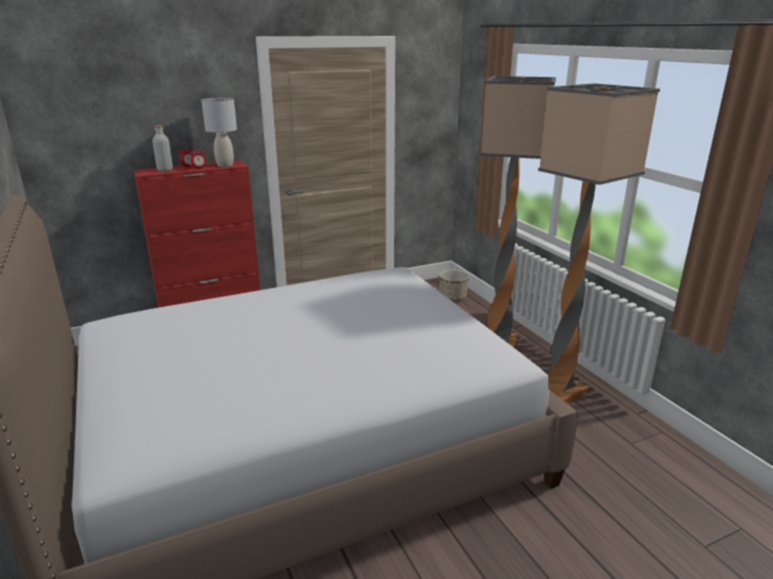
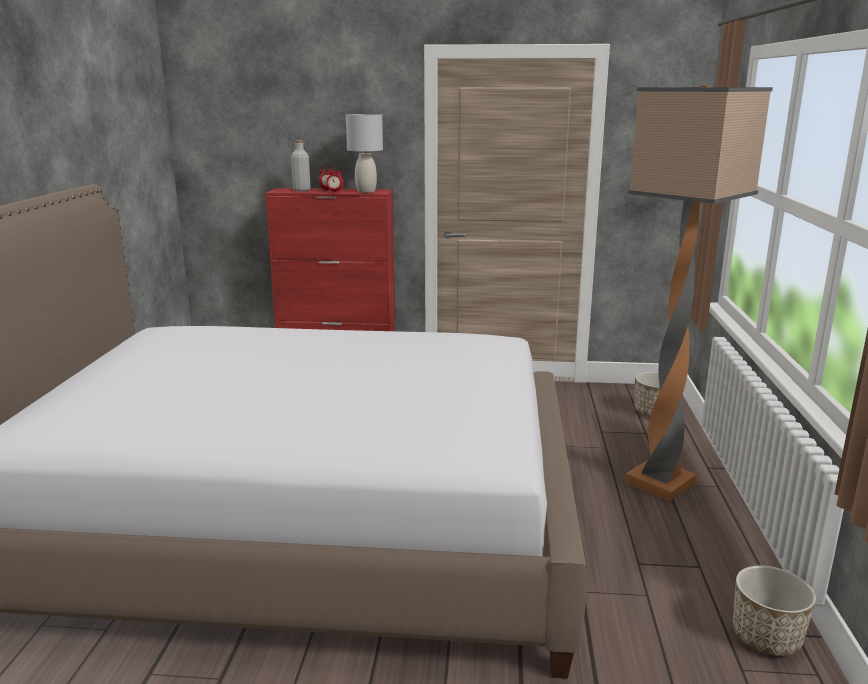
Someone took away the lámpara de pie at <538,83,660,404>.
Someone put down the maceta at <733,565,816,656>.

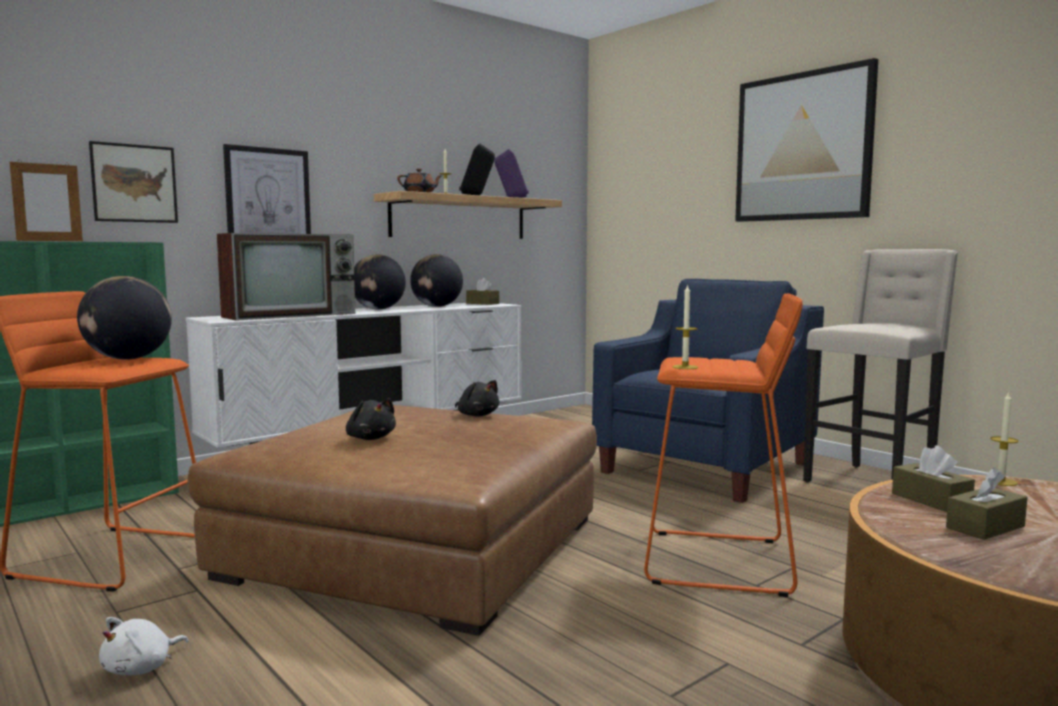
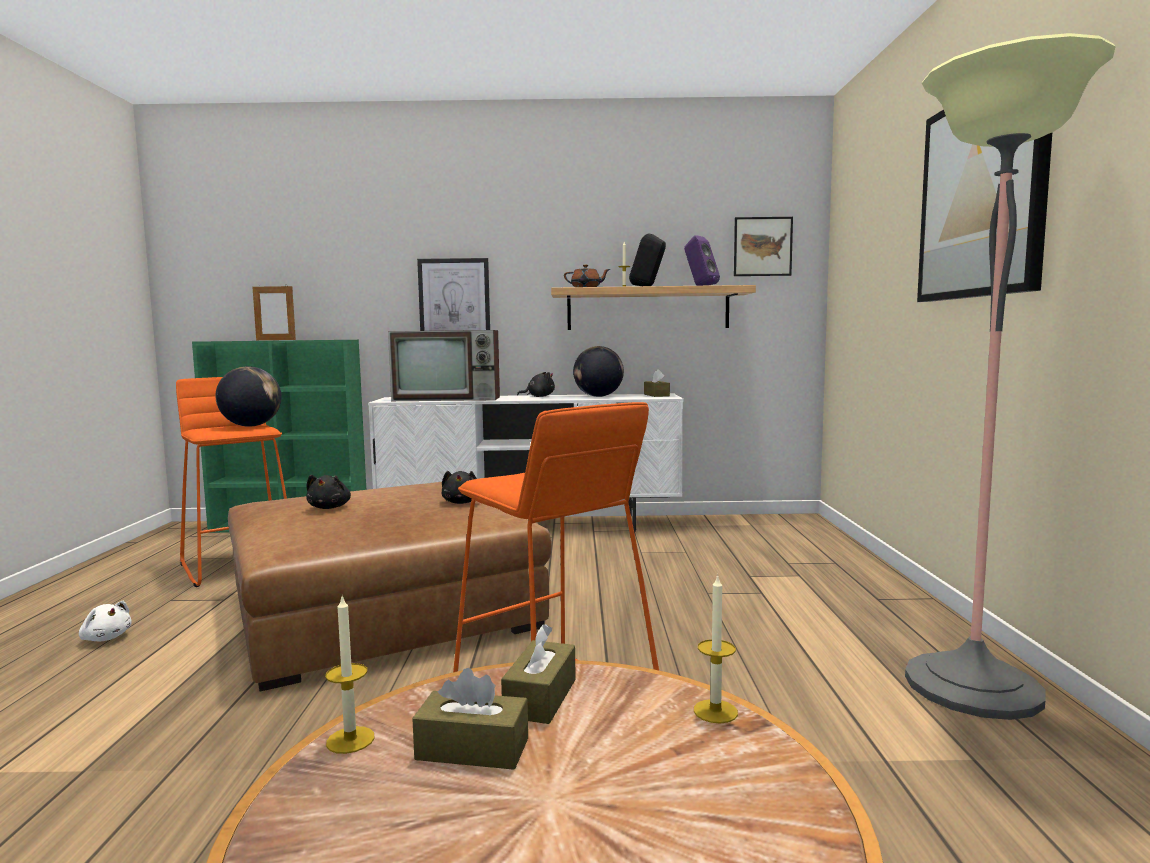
Someone took away the sillón [azul] at <592,279,824,503>.
Someone carried the cuadro from <89,141,178,223> to <734,217,793,276>.
Someone carried the vela from <672,284,698,369> to <326,594,375,754>.
Someone swapped the globo terráqueo at <354,254,406,309> for the peluche [negro] at <517,372,555,397>.
Someone swapped the taburete [beis] at <803,249,958,483> for the lámpara de pie at <905,33,1115,720>.
Someone rotated the peluche [blanco] at <99,617,189,675> by 135 degrees counterclockwise.

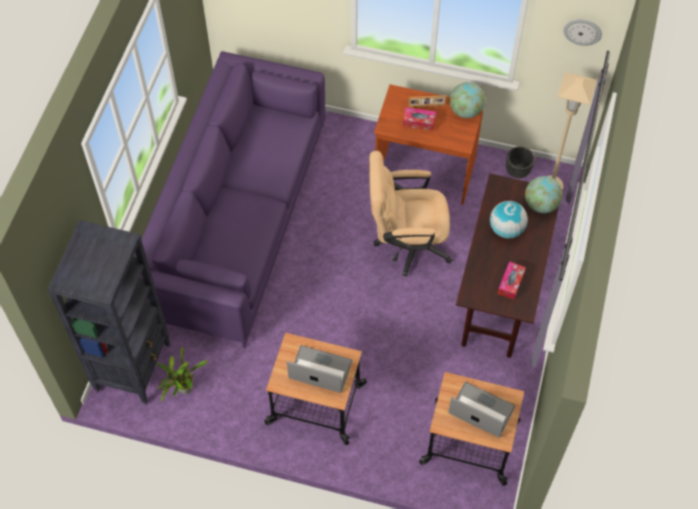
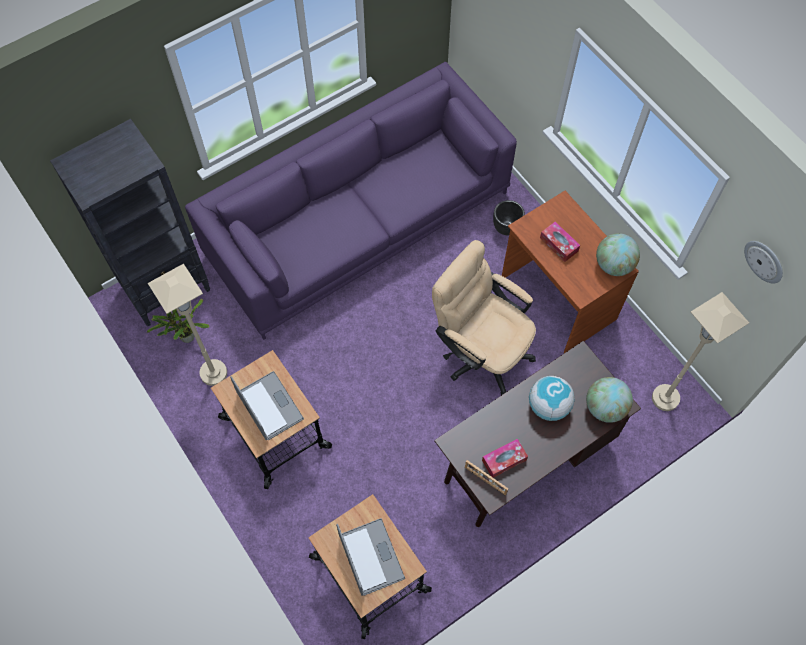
Someone put down the lámpara de pie [beis] at <148,264,227,386>.
Someone carried the portarretratos from <408,95,447,108> to <465,460,508,496>.
Someone carried the maceta [negro] from <506,146,535,179> to <493,200,525,235>.

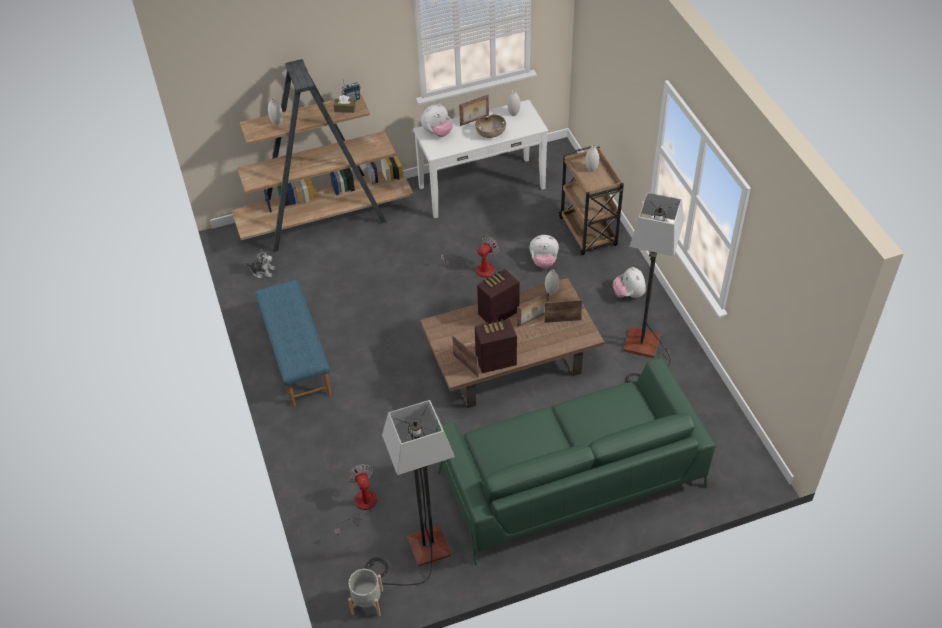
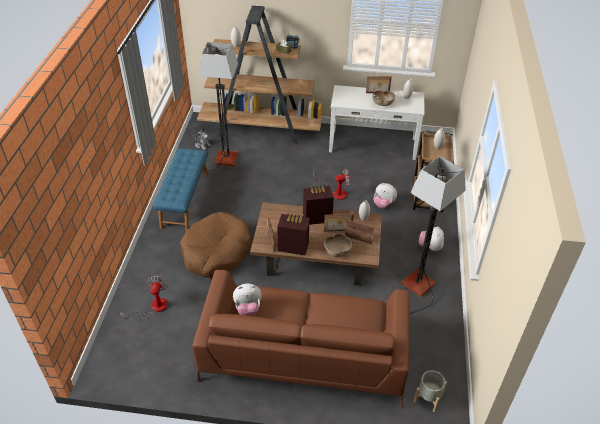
Someone put down the cama para perro [marrón] at <180,212,252,278>.
Someone put down the cuenco [marrón] at <324,234,352,257>.
Someone carried the maceta [gris] from <348,569,383,616> to <414,370,447,412>.
Someone carried the lámpara de pie from <365,400,455,586> to <198,42,238,171>.
Someone carried the peluche from <421,104,453,137> to <233,283,262,316>.
Someone repainted the sofá [verde] at <435,358,716,565>, which became the sofá [marrón] at <192,270,410,407>.

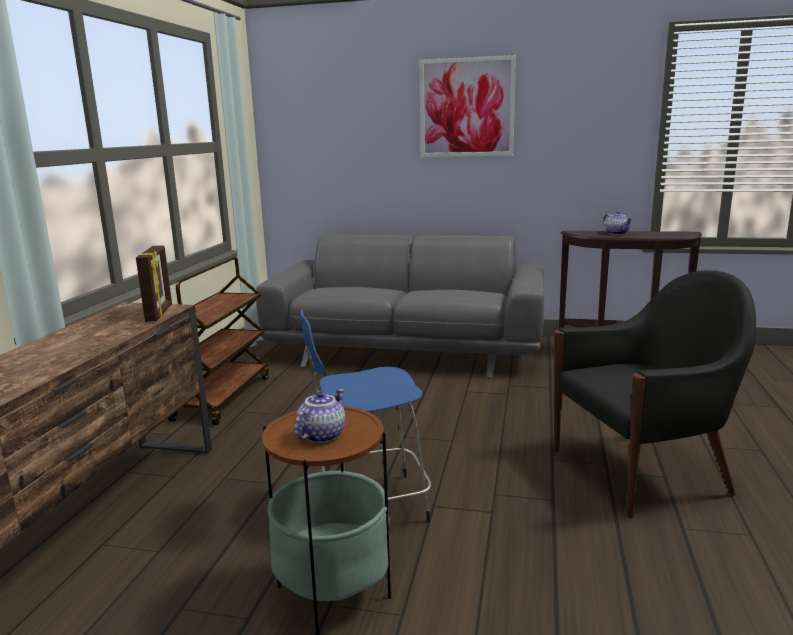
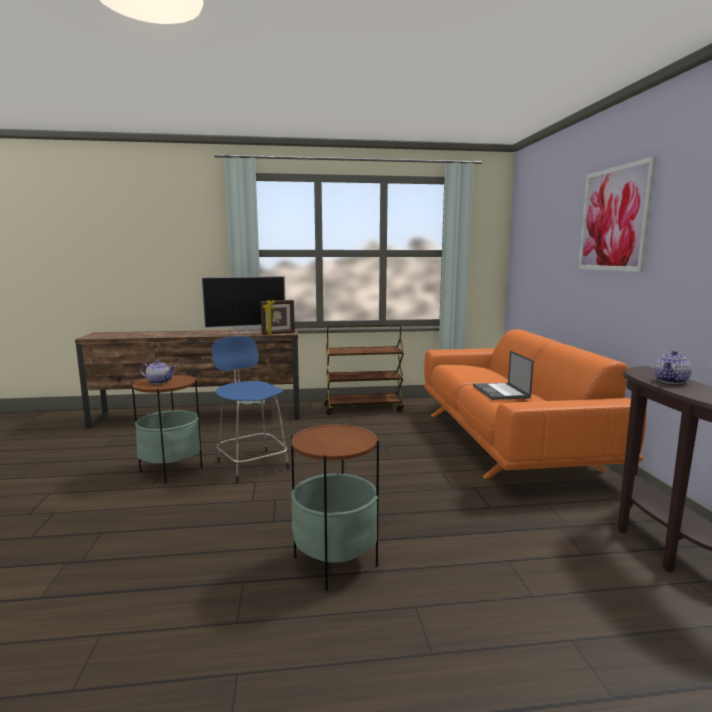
Someone put down the televisor at <201,276,285,334>.
Someone put down the portátil at <473,350,534,400>.
Someone swapped the sillón [negro] at <554,270,756,519> for the mesa auxiliar at <291,423,379,590>.
Someone repainted the sofá [gris] at <256,234,544,378>, which became the sofá [naranja] at <424,329,646,479>.

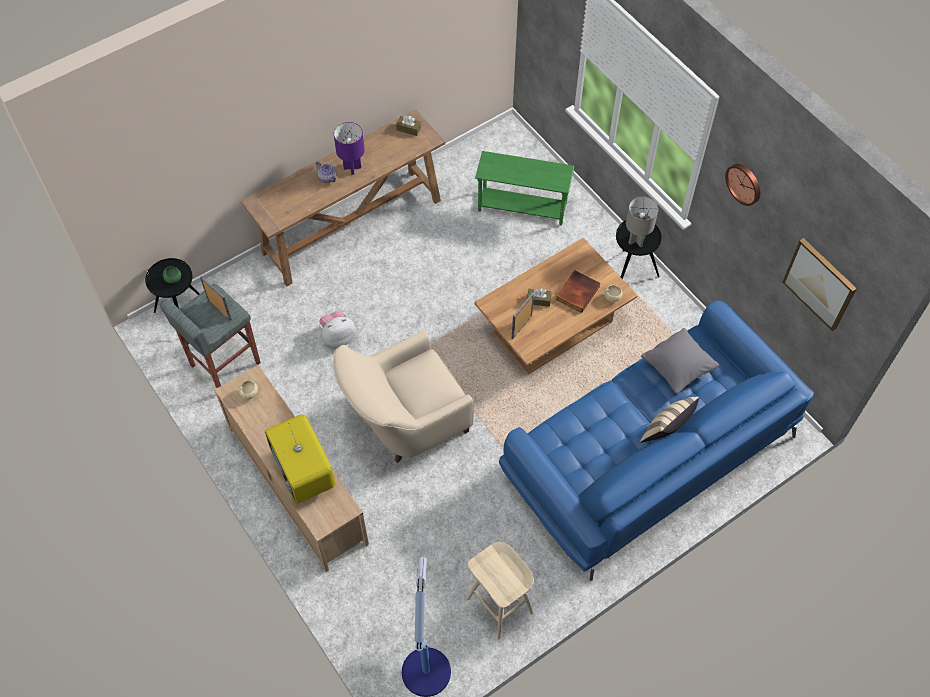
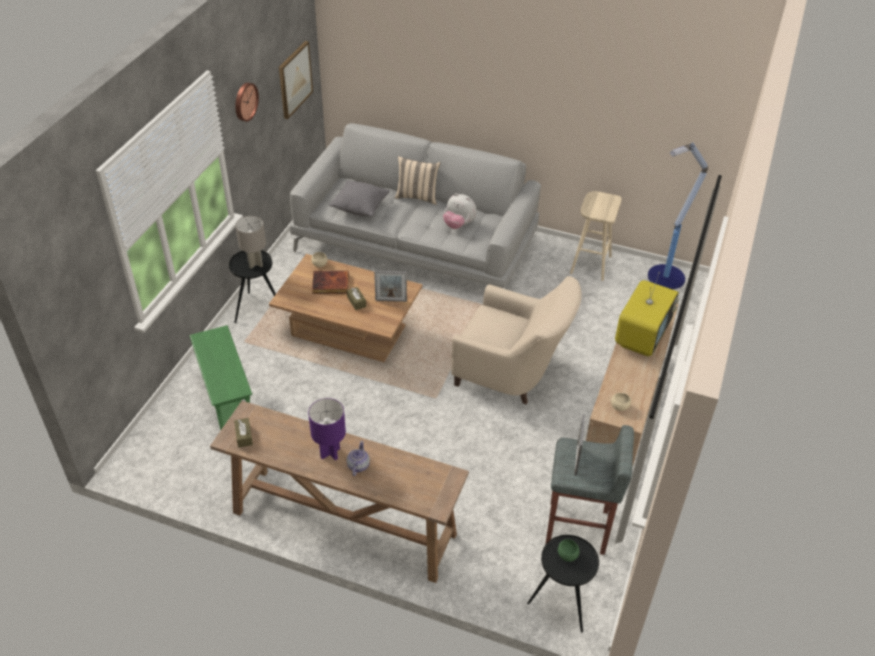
Someone carried the peluche from <319,311,355,347> to <443,193,477,229>.
Someone repainted the sofá [azul] at <499,301,814,581>, which became the sofá [gris] at <290,123,541,288>.

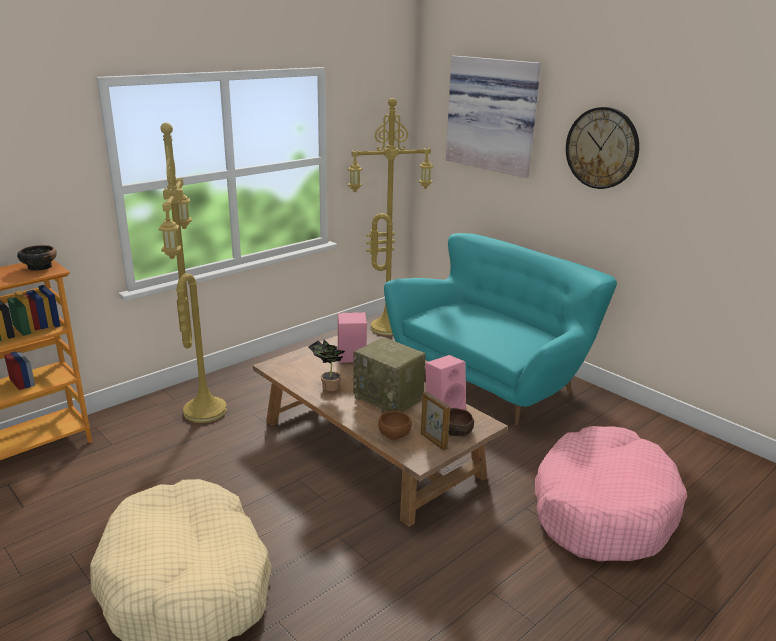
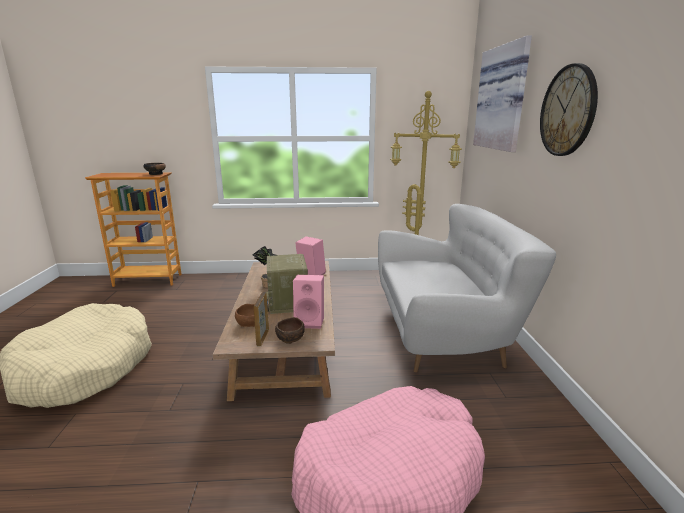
Someone took away the lámpara de pie [amarillo] at <159,123,227,423>.
Someone repainted the sofá [turquesa] at <384,233,617,426>, which became the sofá [blanco] at <378,204,556,372>.

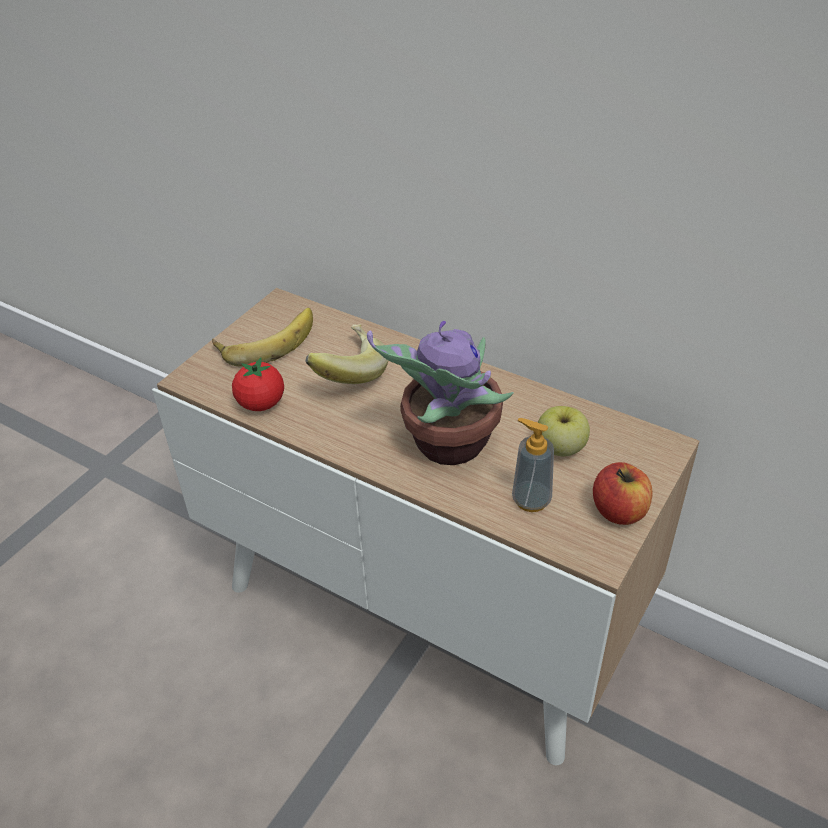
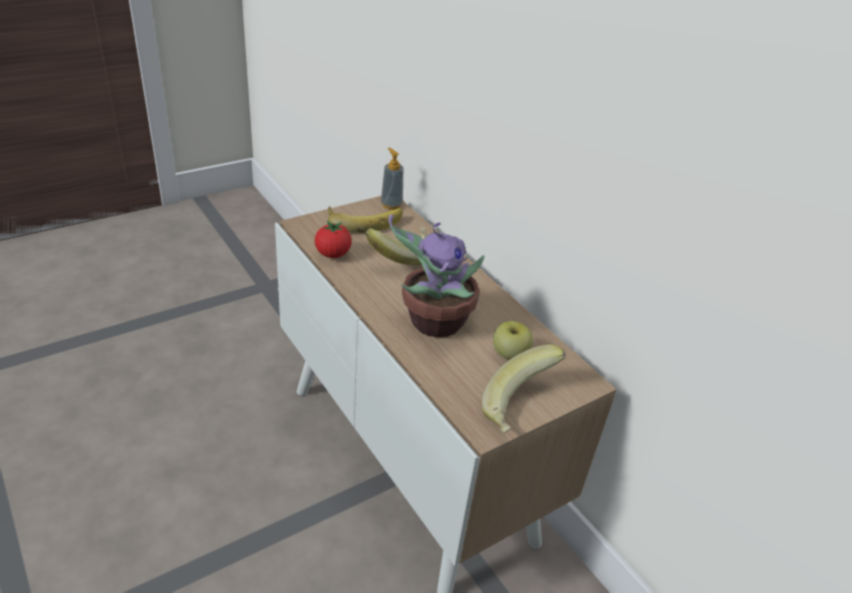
Someone carried the dispensador de jabón from <512,418,554,512> to <381,148,403,210>.
Someone swapped the manzana at <593,462,653,525> for the plátano at <481,344,565,433>.

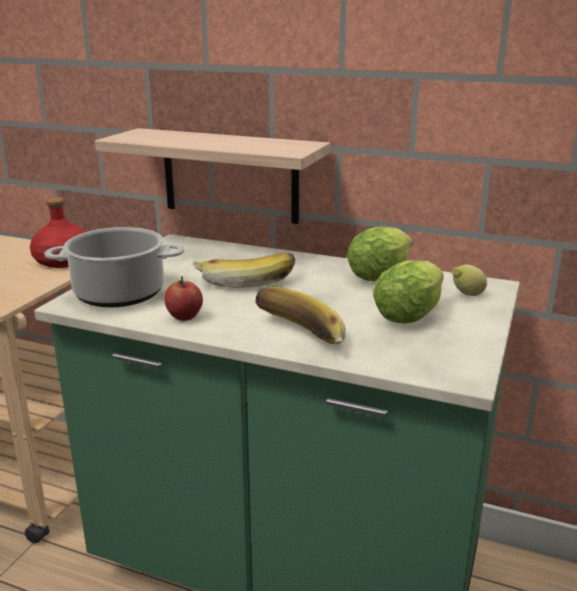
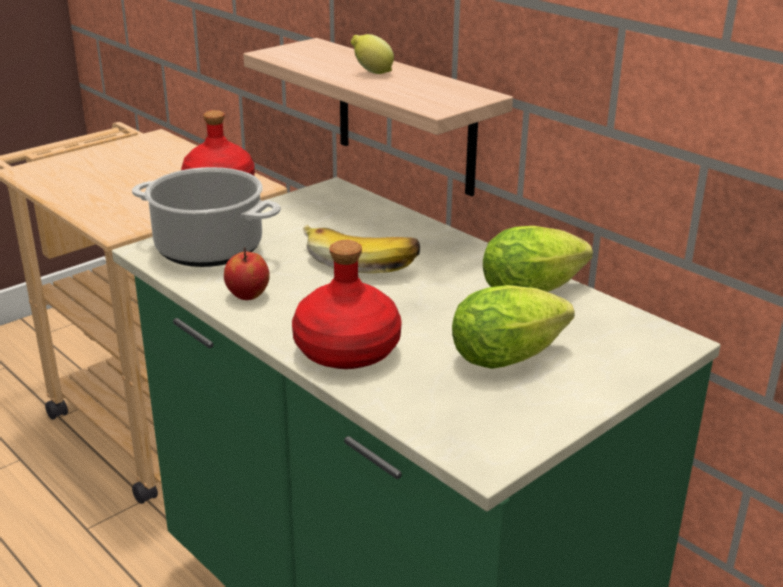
Someone carried the limón from <452,265,487,296> to <351,34,394,74>.
Someone swapped the plátano at <255,287,346,345> for the botella [rojo] at <292,240,402,369>.

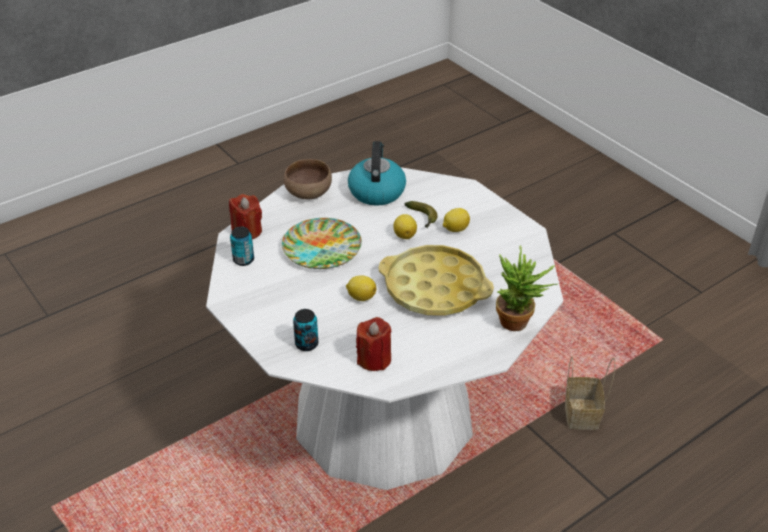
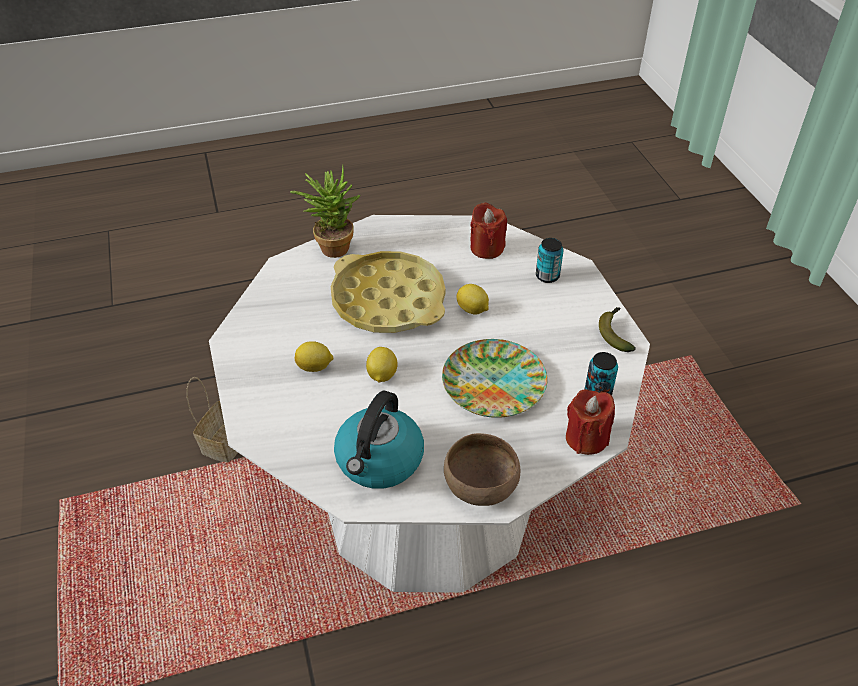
Someone carried the plátano from <404,201,438,228> to <599,307,636,352>.

